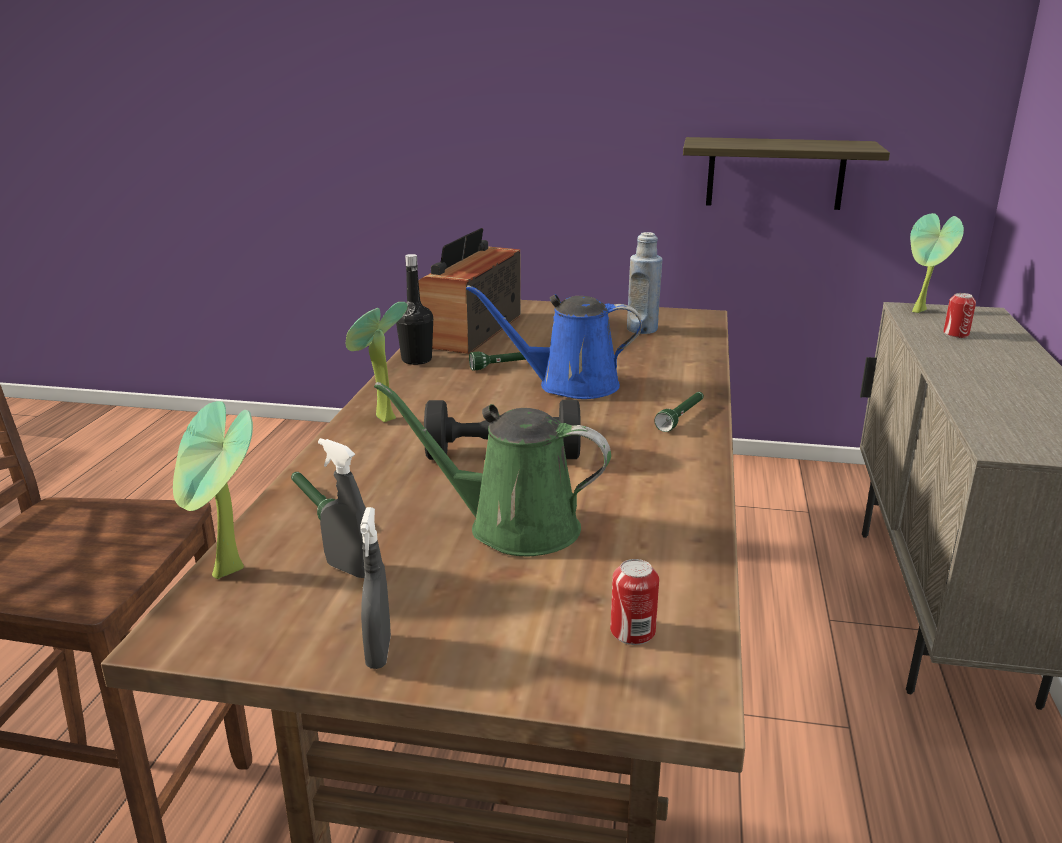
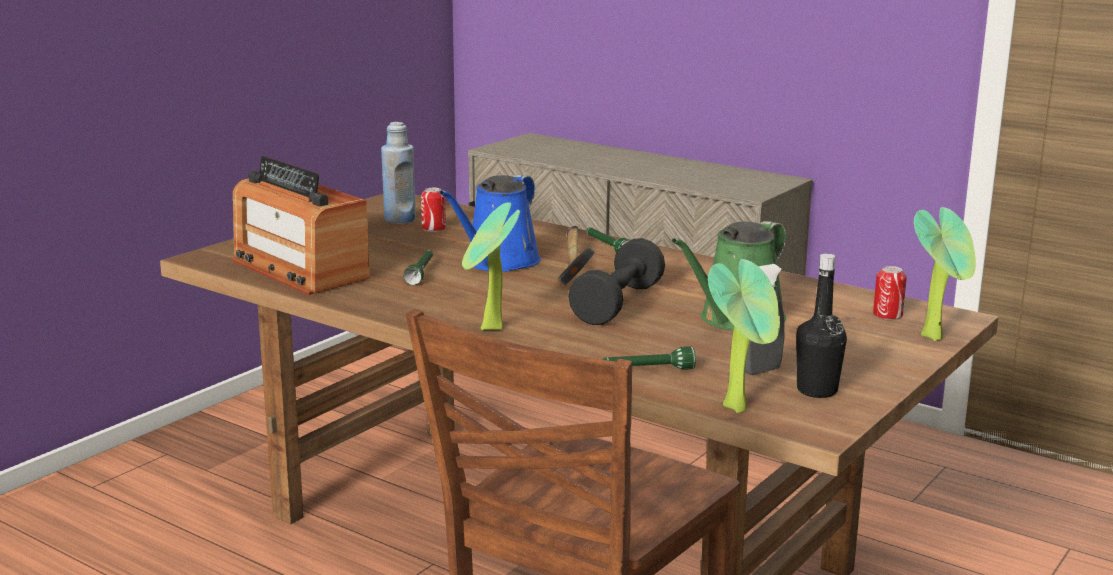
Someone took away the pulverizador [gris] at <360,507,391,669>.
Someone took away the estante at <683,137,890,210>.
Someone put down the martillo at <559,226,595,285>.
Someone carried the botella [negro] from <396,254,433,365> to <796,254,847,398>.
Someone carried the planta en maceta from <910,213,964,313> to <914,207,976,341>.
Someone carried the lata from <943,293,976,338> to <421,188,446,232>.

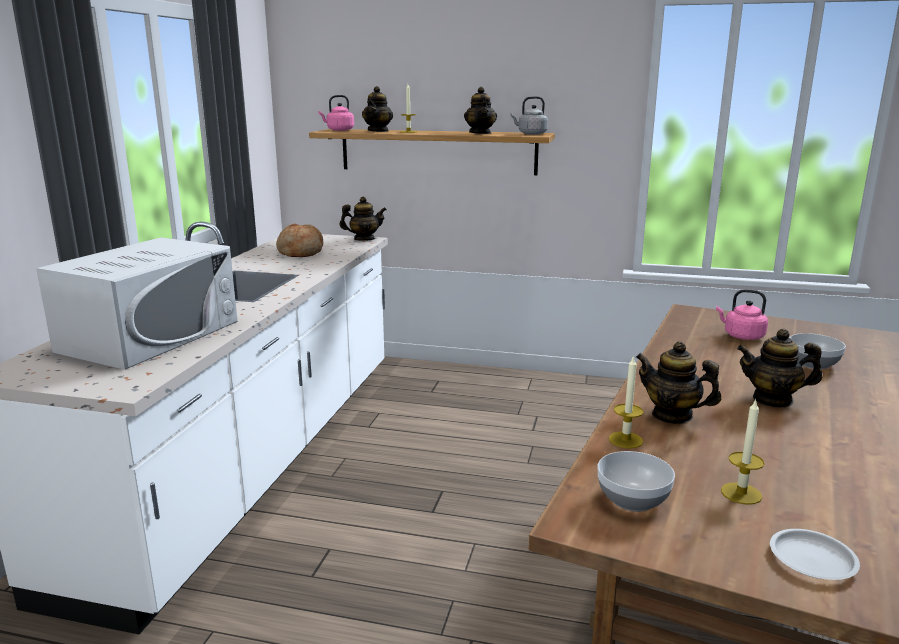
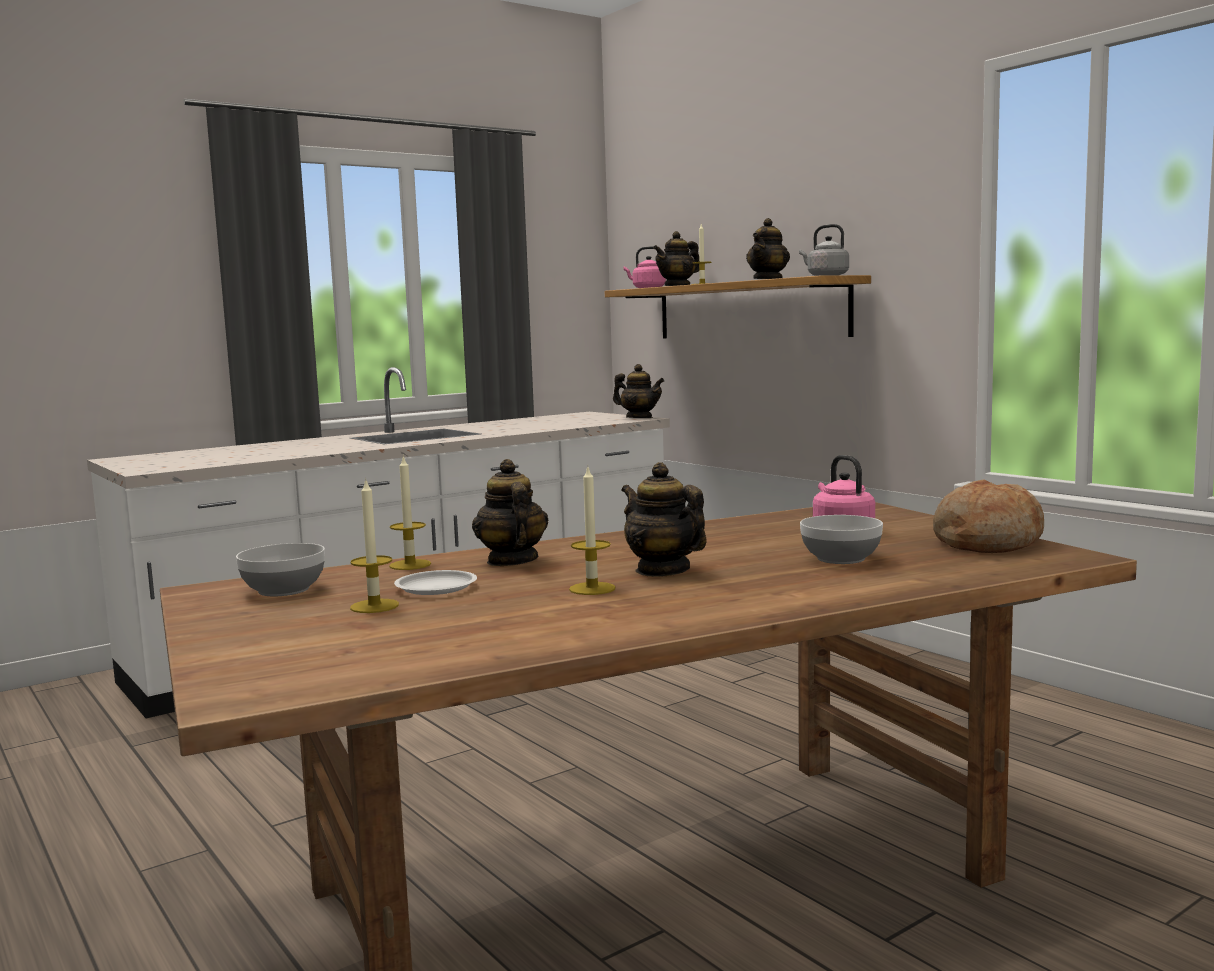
Someone took away the microondas [blanco] at <36,237,237,370>.
Someone put down the vela at <569,467,615,595>.
Someone carried the pan from <276,224,323,257> to <933,480,1044,553>.
Someone carried the plato [blanco] from <770,529,860,580> to <394,570,477,595>.

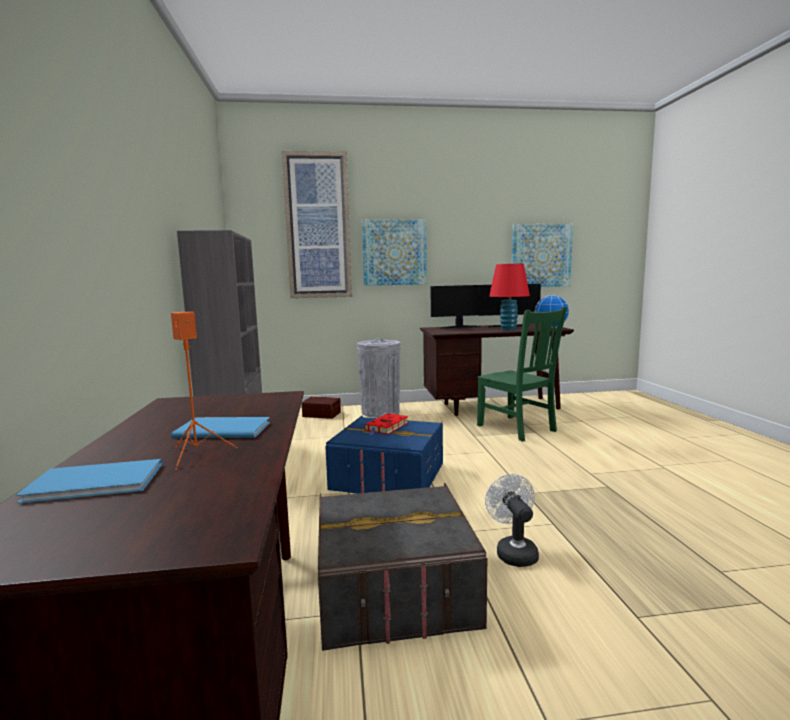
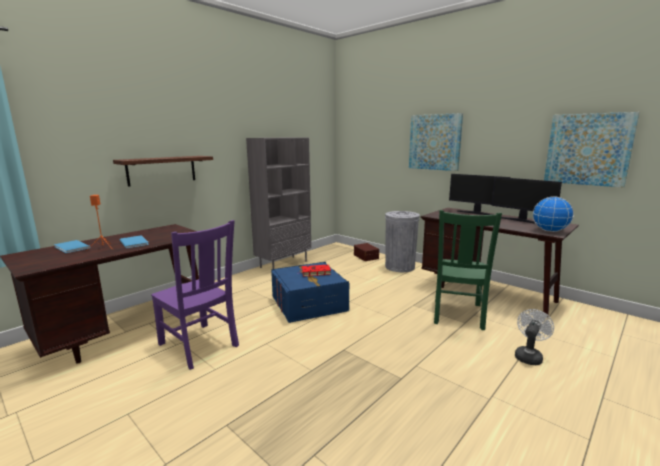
Someone took away the cuadro at <282,151,352,298>.
Someone took away the lámpara de mesa [rojo] at <489,264,530,330>.
Someone put up the estante at <113,156,213,187>.
Someone carried the ventilador [blanco] from <485,474,539,567> to <515,309,554,365>.
Someone swapped the caja de almacenaje [gris] at <318,483,487,651> for the silla [morado] at <151,220,239,370>.

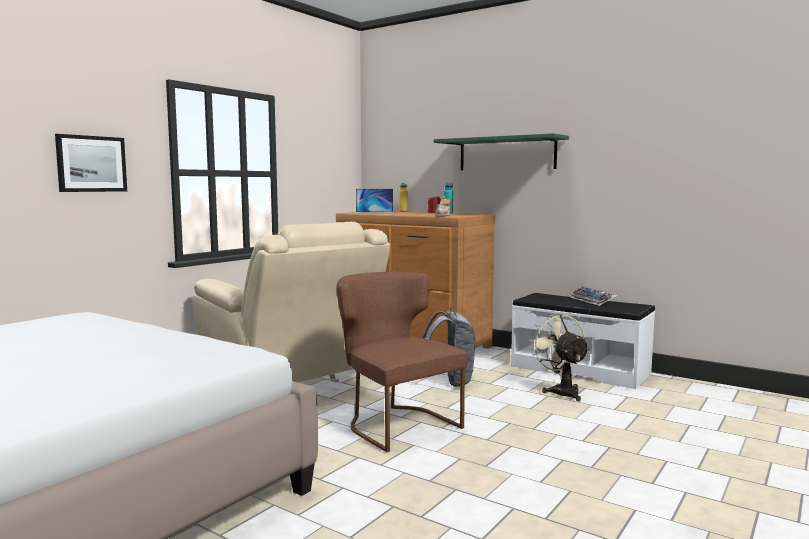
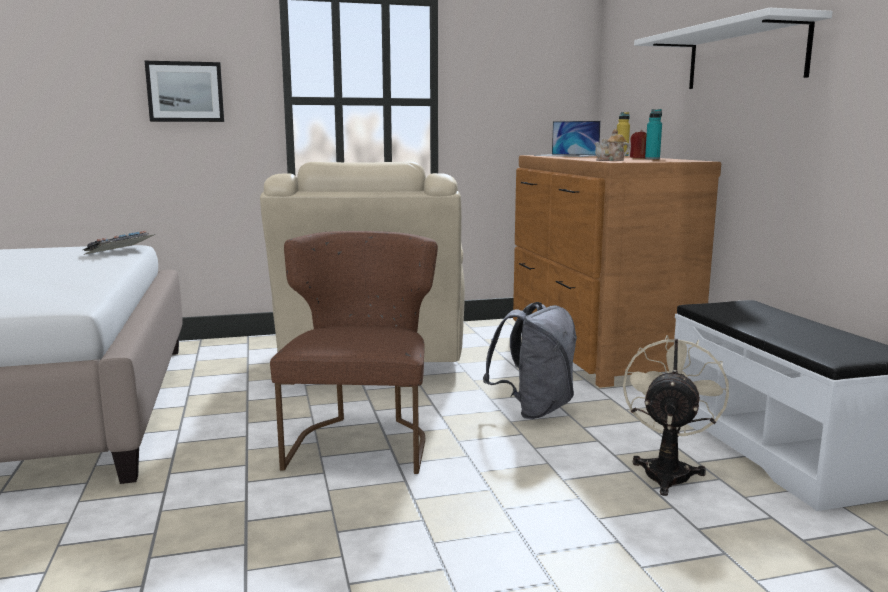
Someone carried the teclado from <570,286,618,306> to <83,231,156,255>.
Someone repainted the estante [verde] at <434,133,569,170>, which became the estante [blanco] at <634,8,833,89>.

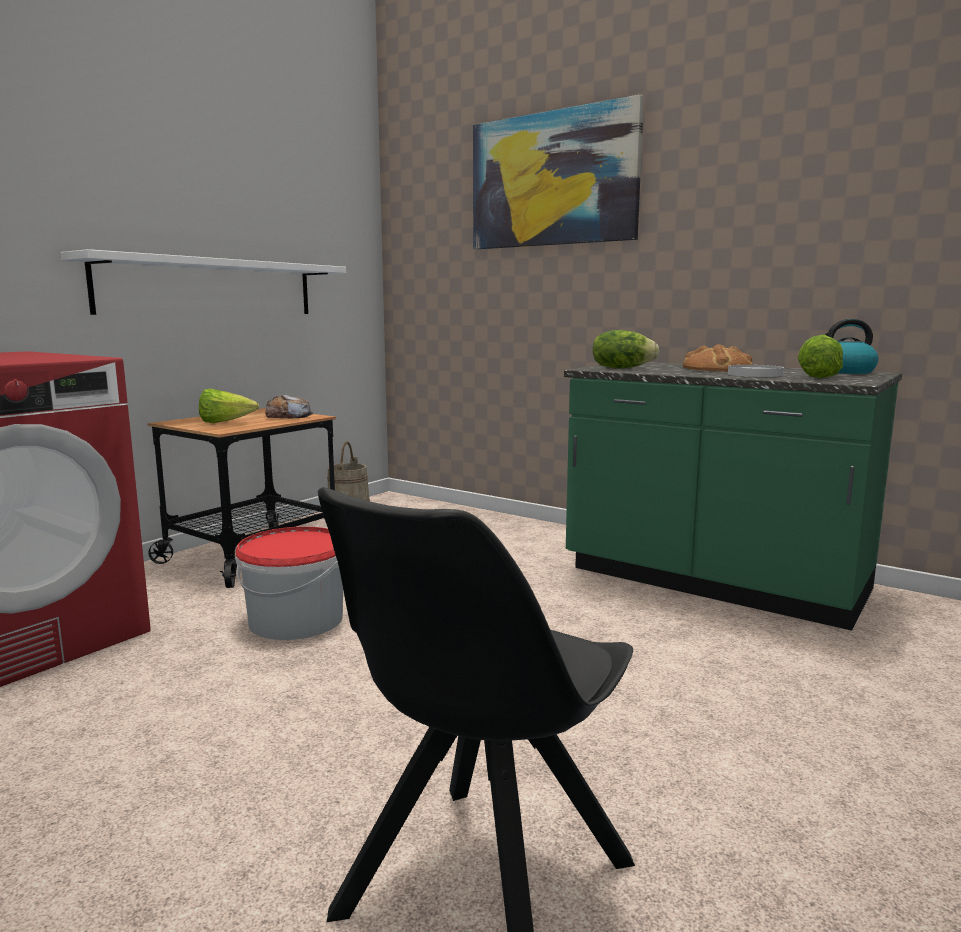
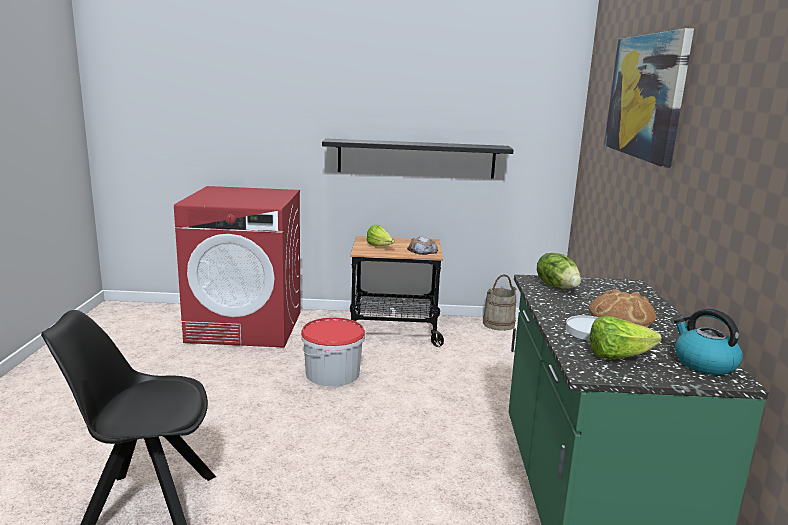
Someone repainted the estante [blanco] at <61,249,346,315>, which became the estante [negro] at <322,138,514,179>.

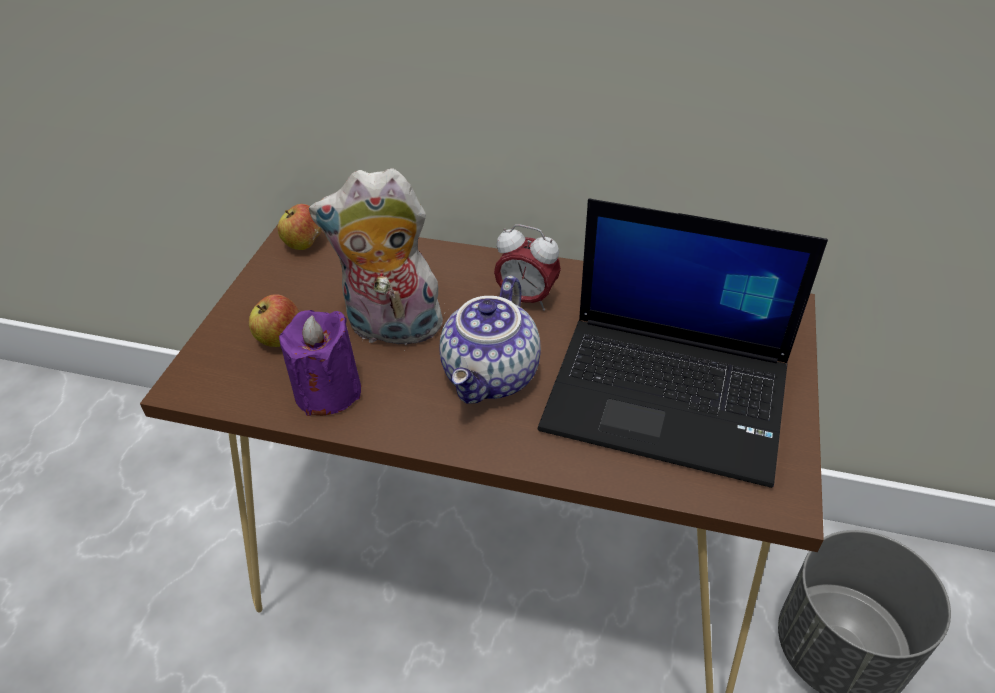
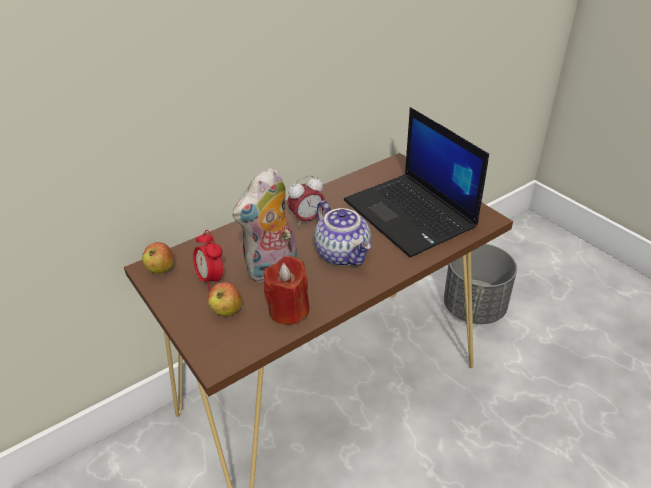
Someone put down the despertador at <193,230,223,290>.
Someone repainted the vela [morado] at <279,310,361,416>, which became the vela [rojo] at <264,256,310,325>.
Someone rotated the portátil at <538,199,828,488> by 90 degrees clockwise.

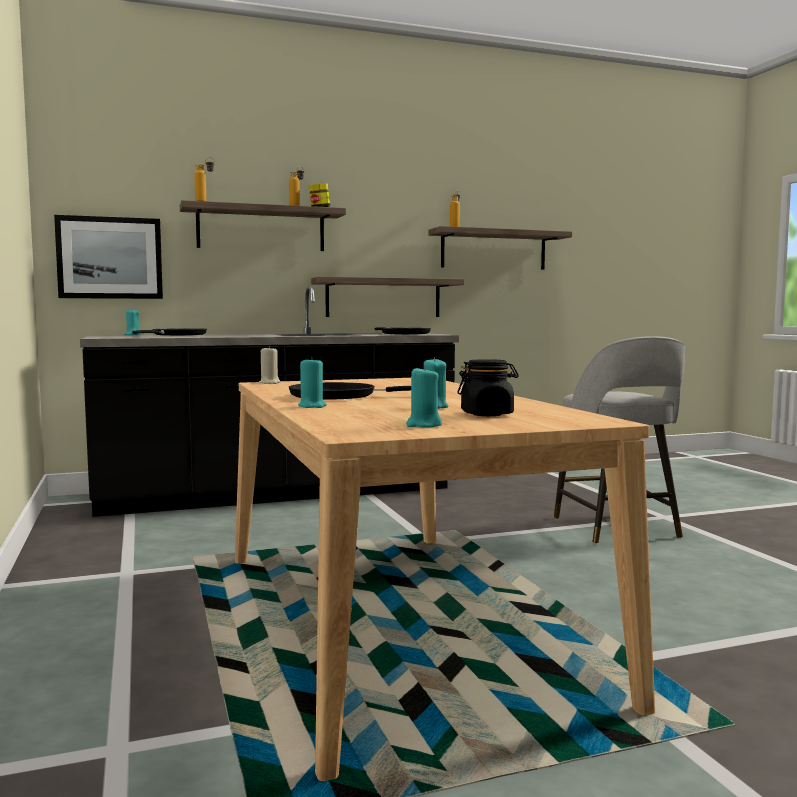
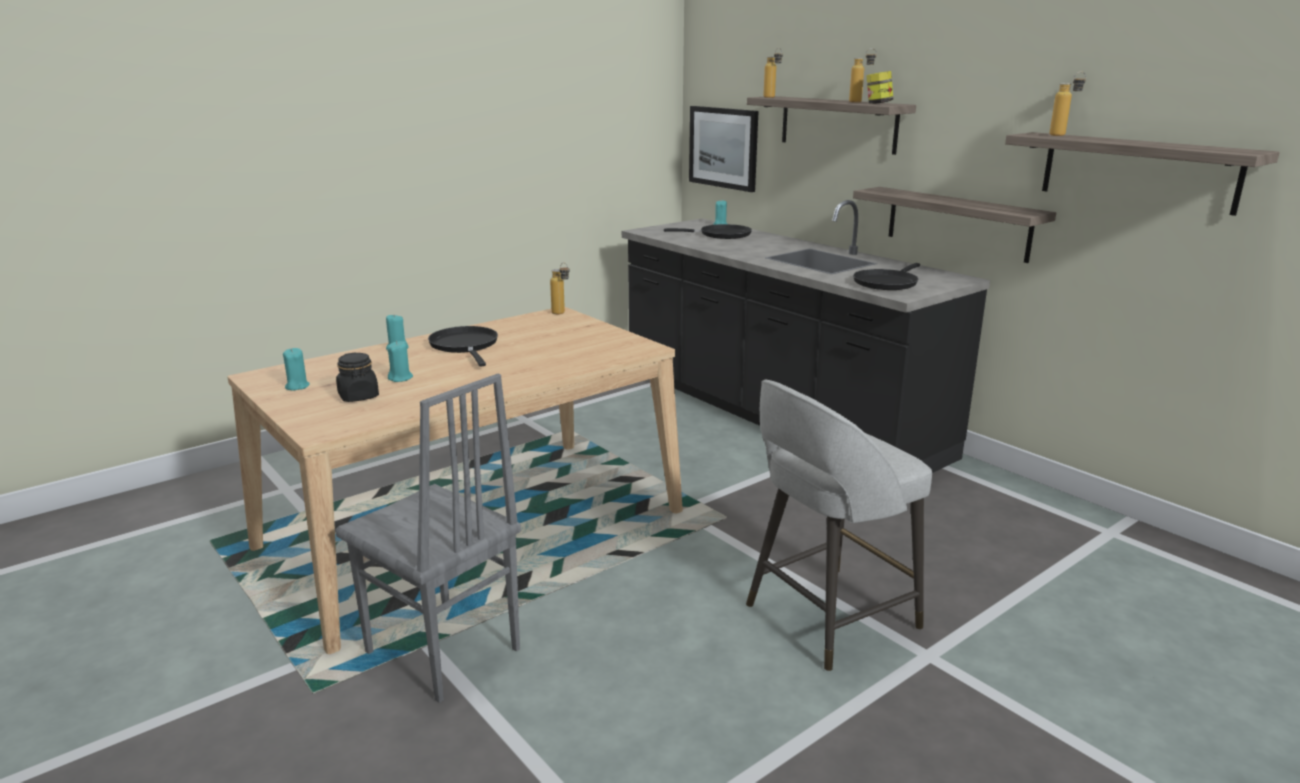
Someone put down the silla [gris] at <335,374,521,703>.
Someone swapped the vela [beis] at <259,346,281,384> for the botella at <550,262,569,314>.

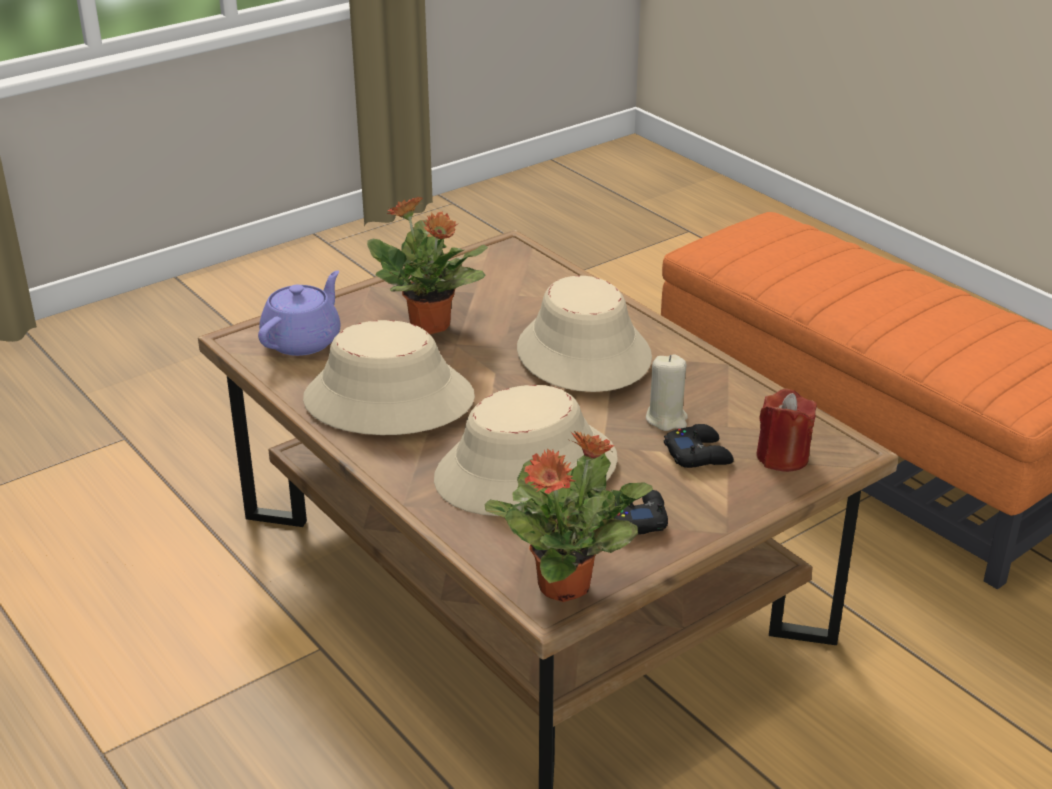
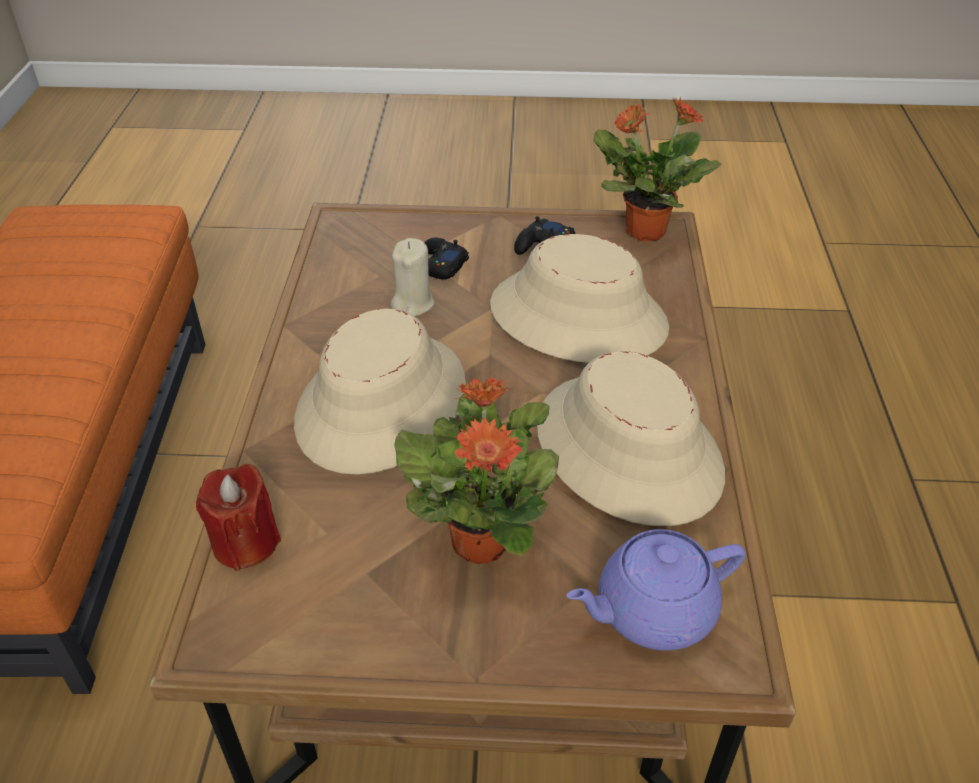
Someone carried the vela [rojo] from <756,389,817,472> to <196,464,281,571>.

